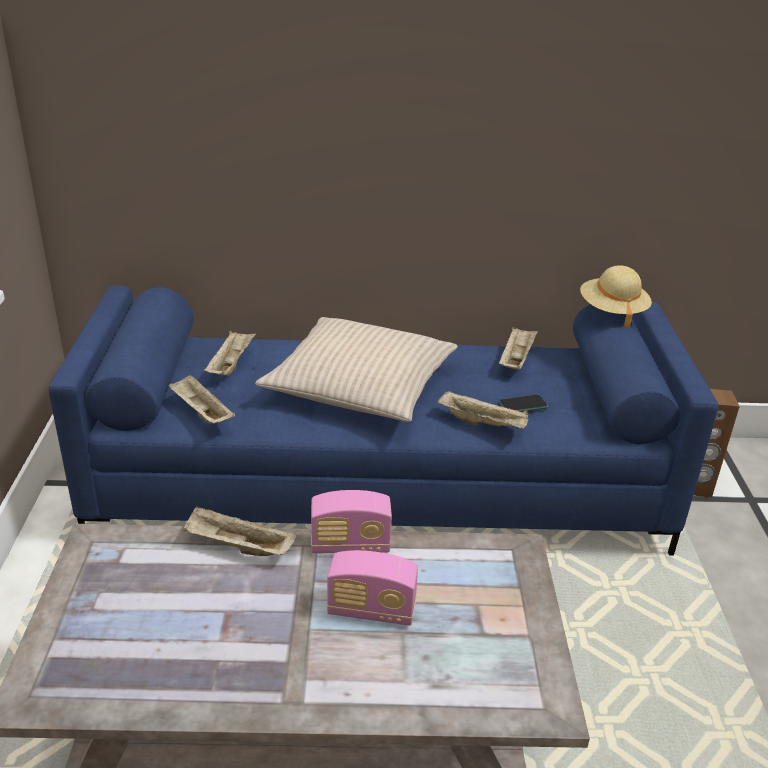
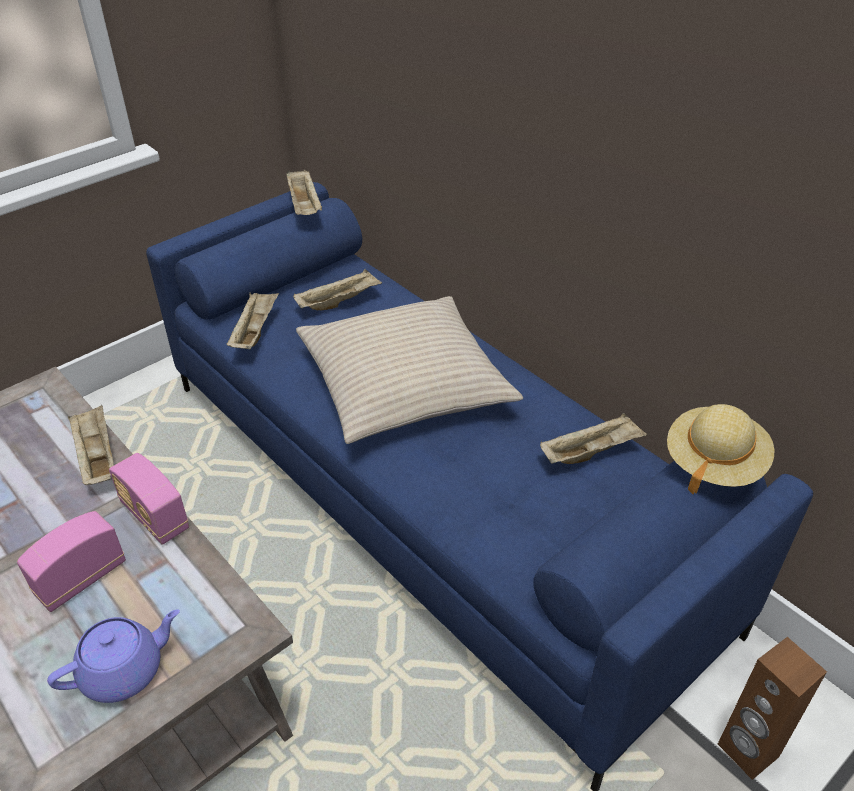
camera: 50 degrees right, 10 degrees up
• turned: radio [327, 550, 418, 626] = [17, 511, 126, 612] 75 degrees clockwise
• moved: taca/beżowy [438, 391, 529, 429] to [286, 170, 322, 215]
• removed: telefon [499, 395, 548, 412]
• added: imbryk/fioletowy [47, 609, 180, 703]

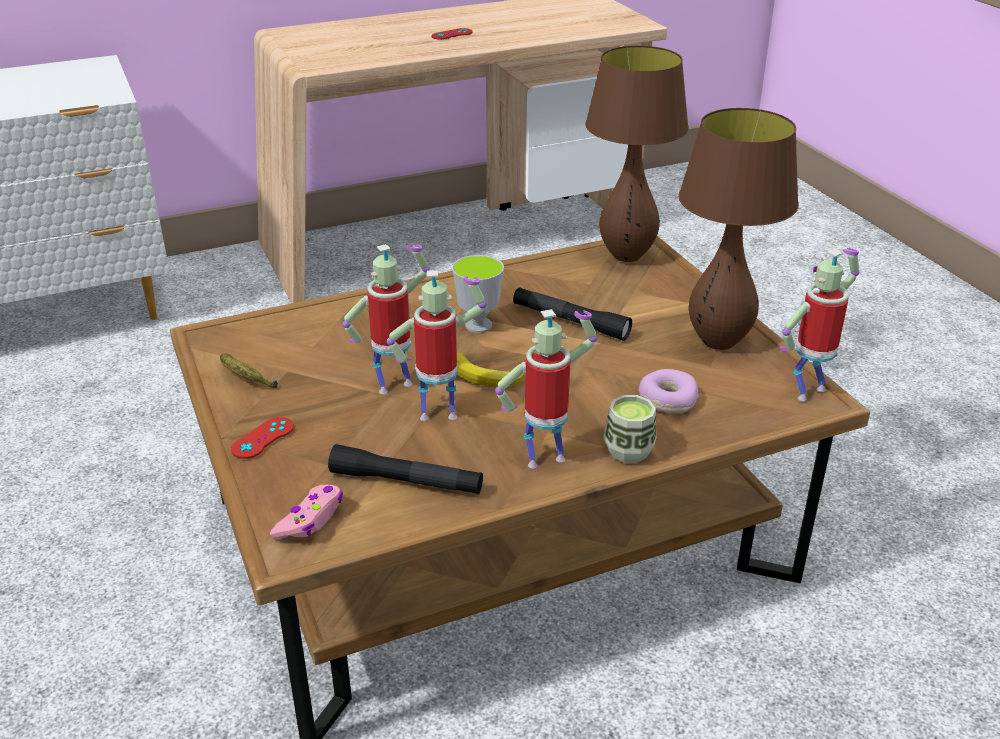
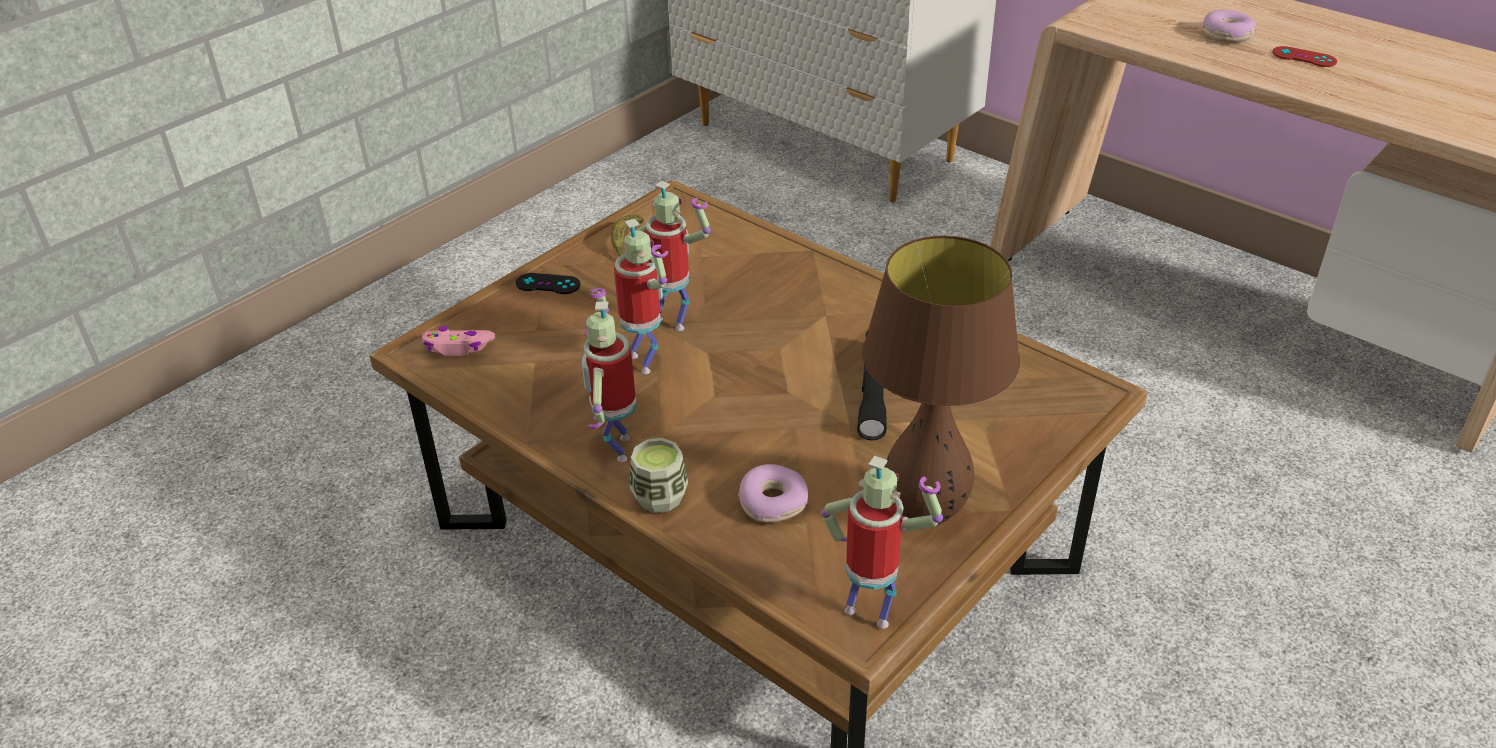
camera: 65 degrees right, 5 degrees up
• recoloured: pad do gier/czerwony [231, 417, 294, 459] to pad do gier/czarny [516, 273, 581, 294]
• removed: latarka/czarny [328, 444, 483, 494]
• removed: filiżanka [452, 255, 504, 333]
• removed: banan [457, 353, 524, 387]
• turned: robot zabawkowy [495, 309, 597, 468] = [582, 288, 636, 462] 135 degrees counterclockwise
• removed: lampa stołowa/brązowy [585, 45, 689, 262]
• added: donut [1203, 10, 1256, 43]

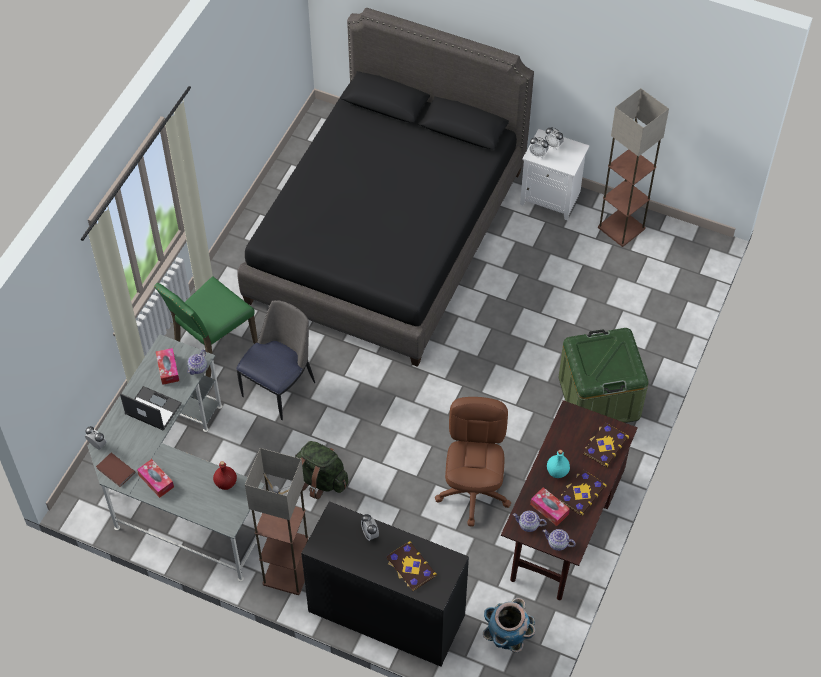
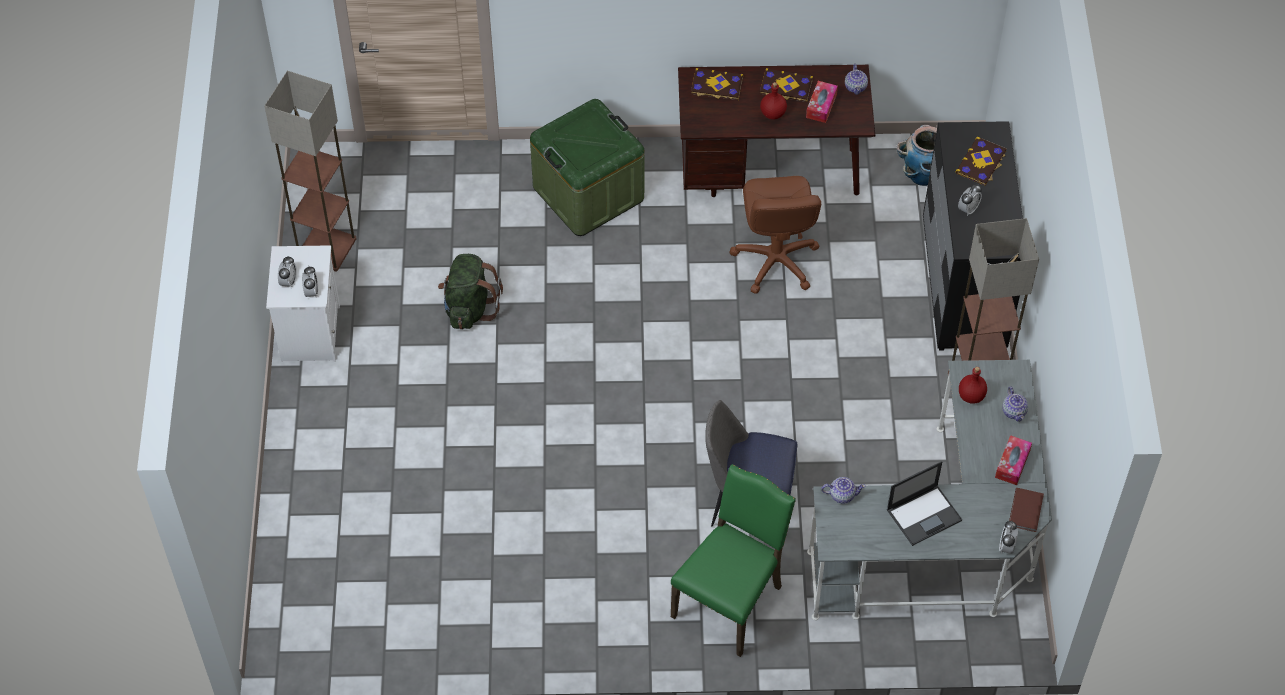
camera: 115 degrees left, 0 degrees up
• turned: laptop [120, 386, 182, 431] = [887, 461, 963, 546] 120 degrees counterclockwise
• turned: krzesło/zielony [154, 277, 258, 377] = [671, 464, 796, 657] 75 degrees counterclockwise
• removed: pudełko chusteczek [156, 348, 179, 385]
• removed: łóżko/czarny [237, 8, 534, 367]
• moved: plecak/zielony [295, 441, 349, 499] to [438, 254, 503, 329]
• turned: krzesło biurowe/brązowy [435, 397, 511, 527] = [729, 176, 821, 294] 75 degrees counterclockwise
• moved: imbryk [513, 511, 547, 532] to [1002, 387, 1028, 422]
• recoloured: butelka/turkusowy [547, 450, 570, 478] to butelka/czerwony [760, 82, 787, 120]

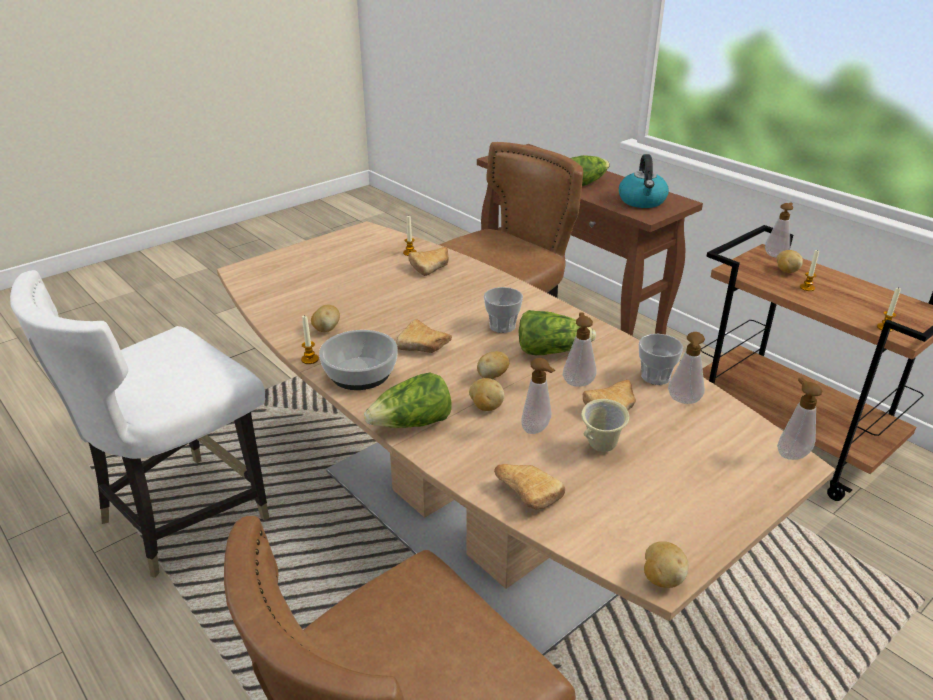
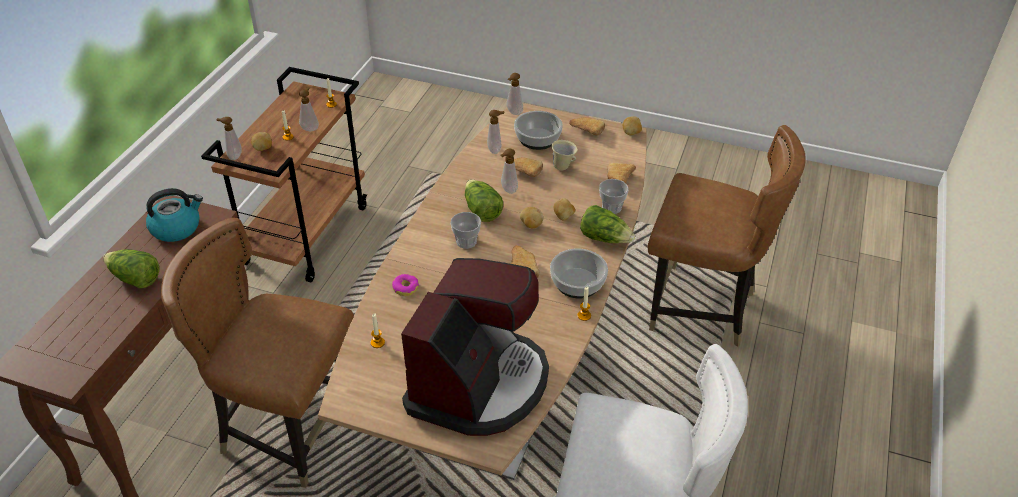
camera: 120 degrees left, 10 degrees up
• removed: ziemniak [311, 305, 340, 332]
• moved: chleb [408, 247, 449, 276] to [569, 117, 605, 135]
• moved: dozownik mydła [521, 358, 555, 434] to [299, 87, 319, 131]
• moved: filiżanka [639, 334, 683, 385] to [599, 179, 629, 214]
• added: donut [392, 274, 419, 296]
• added: ekspres do kawy [401, 258, 549, 436]
• added: miska [514, 111, 563, 150]

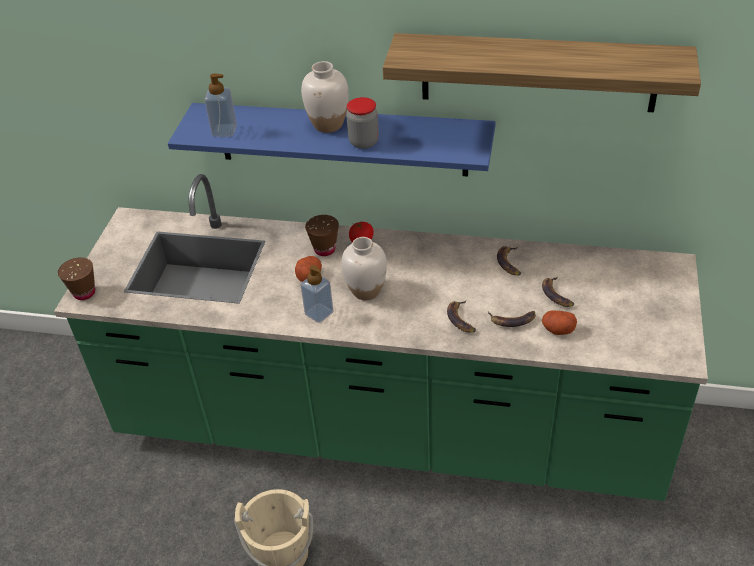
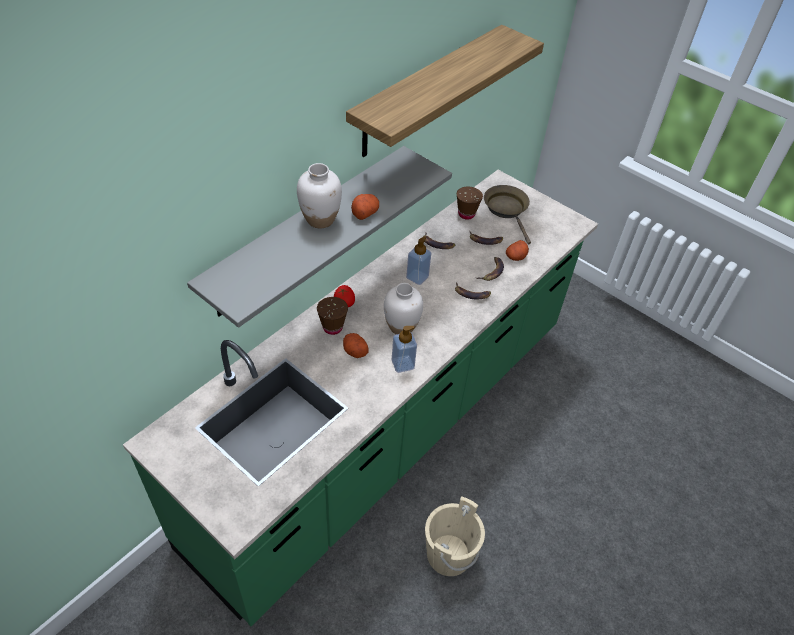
camera: 65 degrees left, 5 degrees up
• moved: filiżanka/brązowy [58, 257, 95, 300] to [457, 187, 483, 220]
• recoloured: półka/niebieski [168, 103, 496, 176] to półka/szary [187, 146, 452, 328]
• moved: dozownik mydła [204, 73, 237, 137] to [406, 236, 431, 285]
• replaced: słoik [346, 97, 379, 149] to ziemniak [351, 194, 379, 220]
• added: patelnia/brązowy [484, 185, 531, 244]

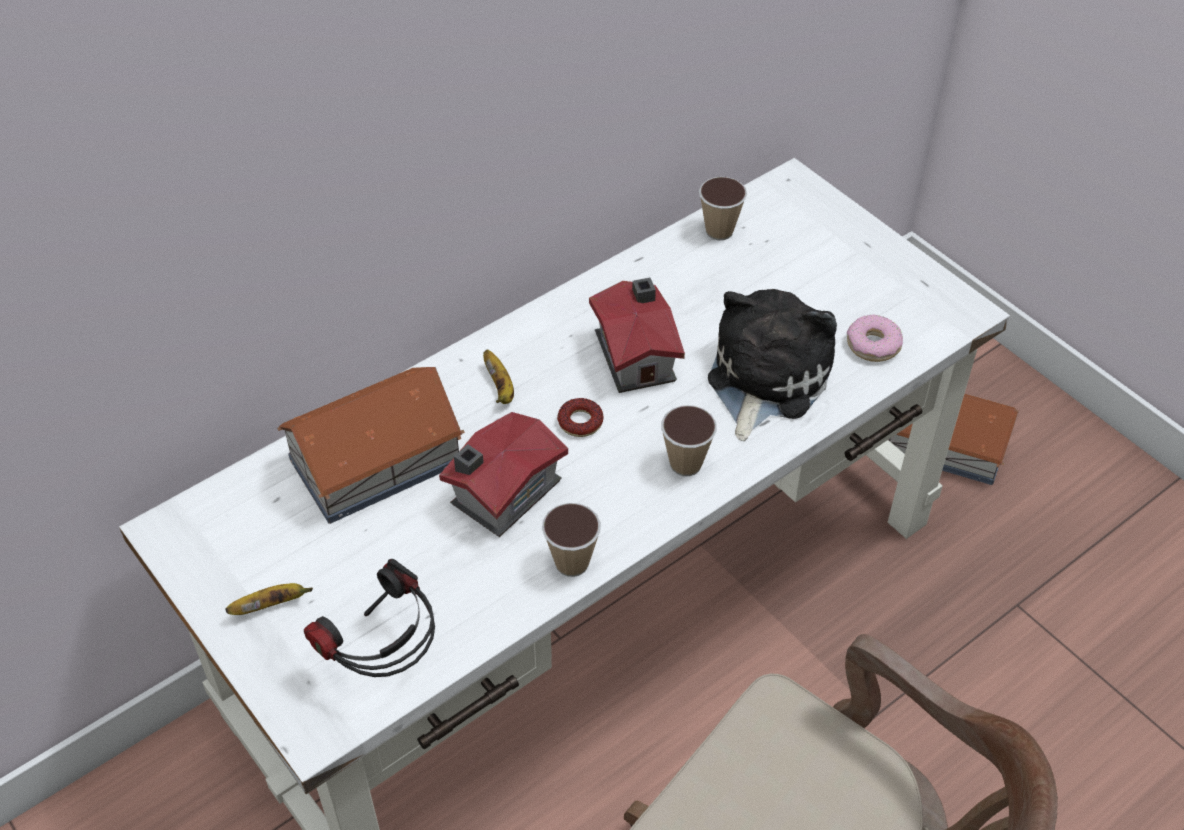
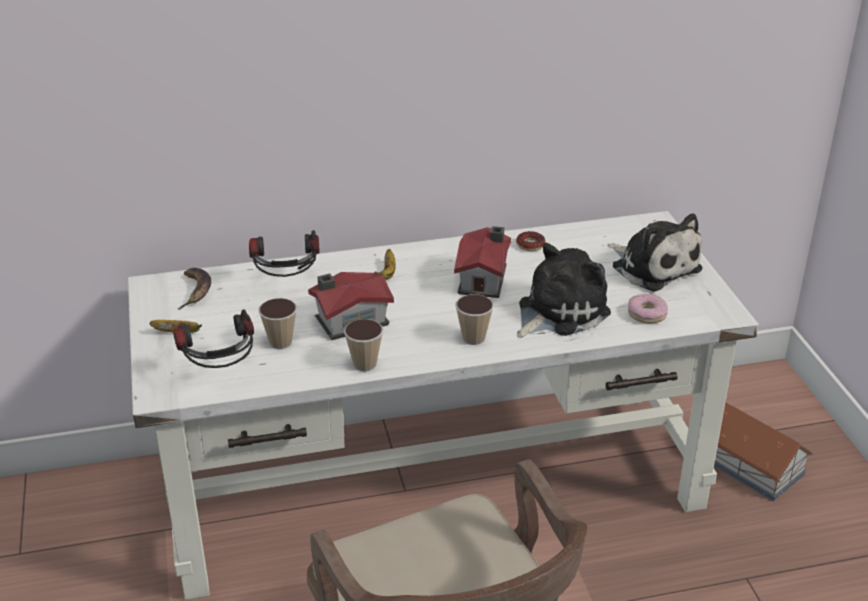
camera: 25 degrees right, 15 degrees down
• replaced: domek [277, 367, 465, 524] to słuchawki [249, 230, 320, 277]
• moved: donut [557, 398, 604, 437] to [516, 231, 545, 251]
• moved: filiżanka [699, 177, 747, 240] to [258, 298, 297, 349]
• added: banan [178, 268, 211, 309]
• added: pluszak [607, 213, 702, 292]

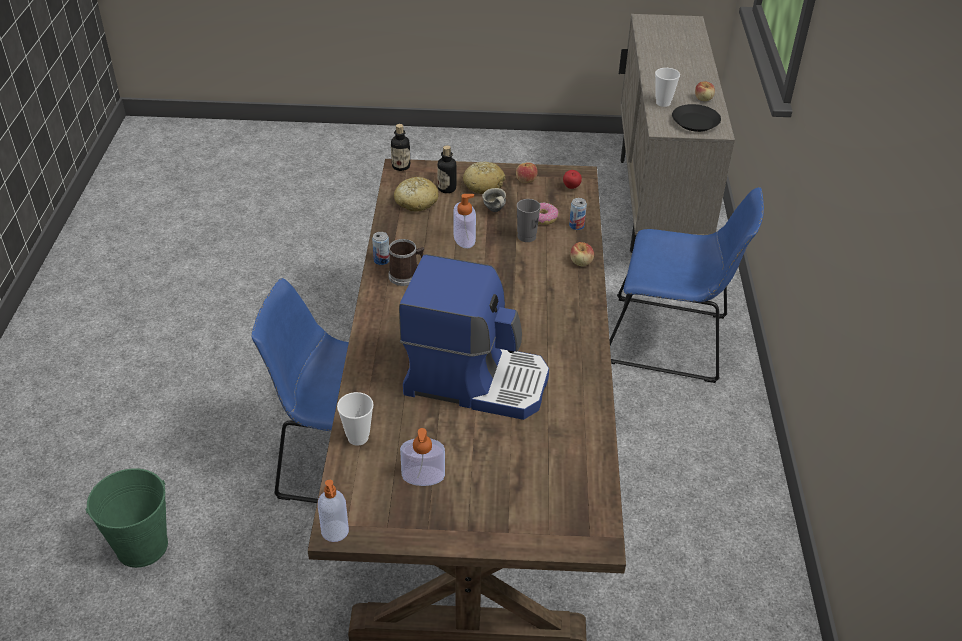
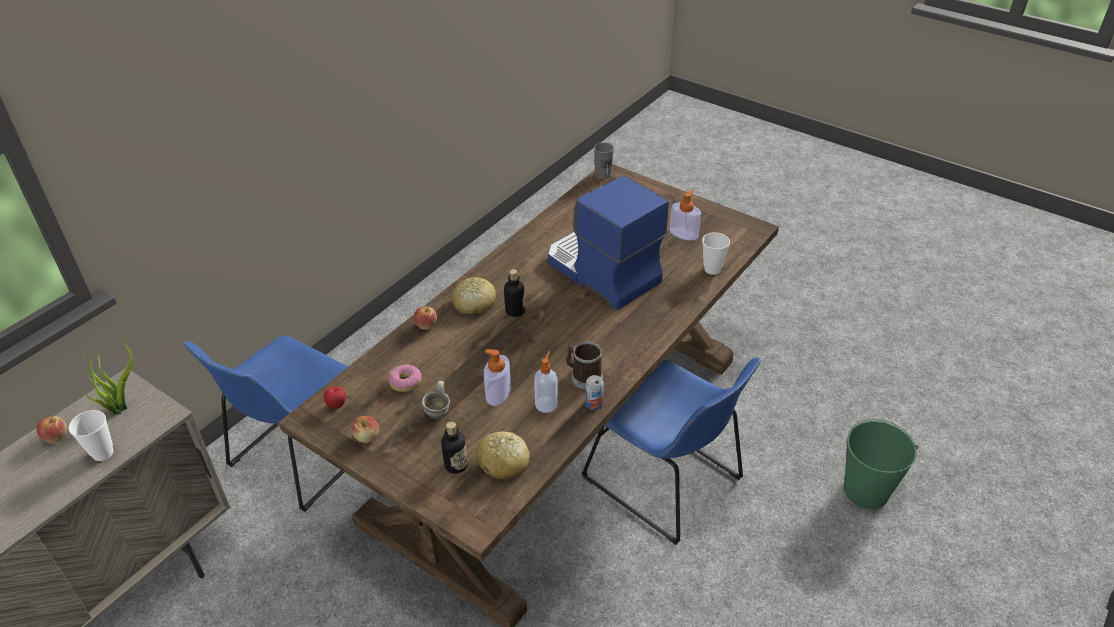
camera: 145 degrees left, 0 degrees up
• moved: dozownik mydła [318, 480, 349, 542] to [534, 351, 558, 413]
• moved: butelka [391, 124, 410, 171] to [504, 269, 525, 317]
• moved: chleb [463, 162, 505, 194] to [452, 277, 496, 314]
• moved: filiżanka/szary [517, 199, 541, 242] to [594, 142, 614, 179]
• removed: puszka [569, 198, 587, 230]
• turned: krzesło/niebieski [610, 187, 764, 383] = [183, 336, 348, 512] 105 degrees counterclockwise
• replaced: talerz/czarny [672, 104, 721, 132] to roślina doniczkowa [81, 331, 133, 415]

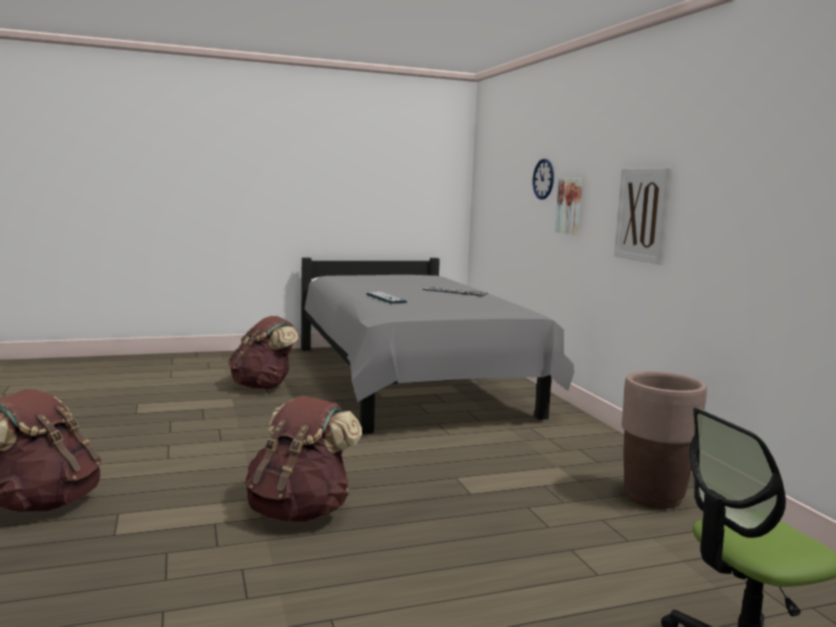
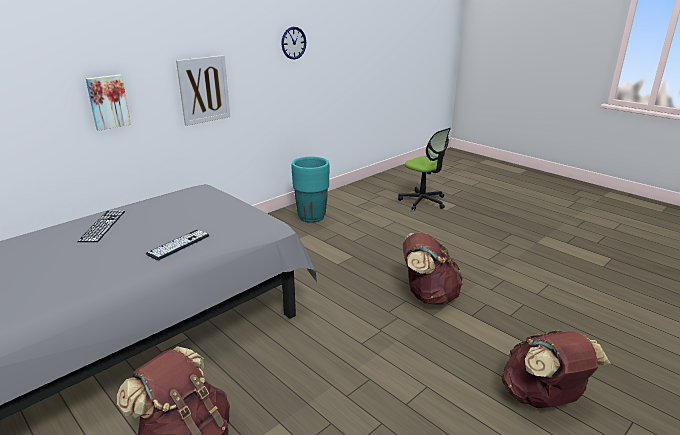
camera: 115 degrees left, 15 degrees up
• moved: zegar ścienny [533, 159, 554, 200] to [281, 27, 306, 59]
• recoloured: donica/brązowy [622, 371, 707, 509] to donica/turkusowy [292, 157, 330, 223]

